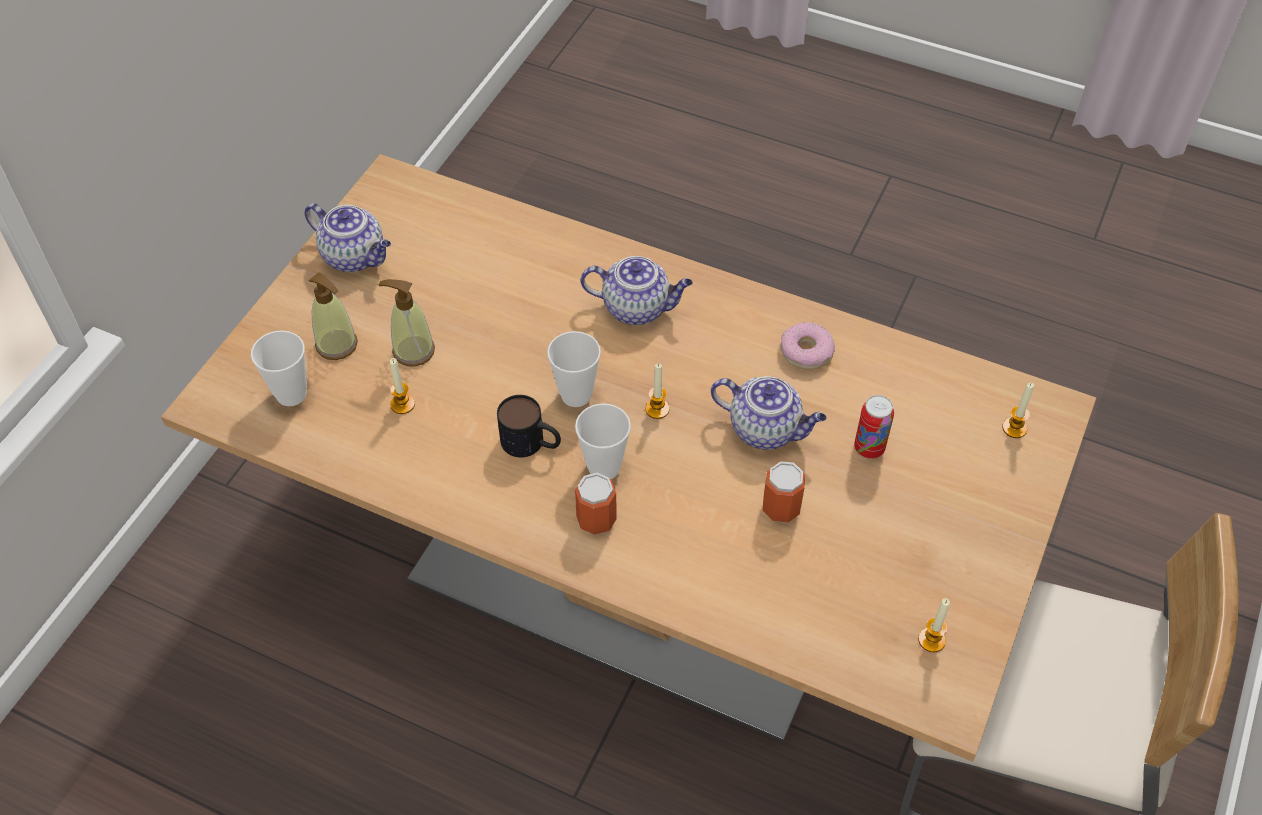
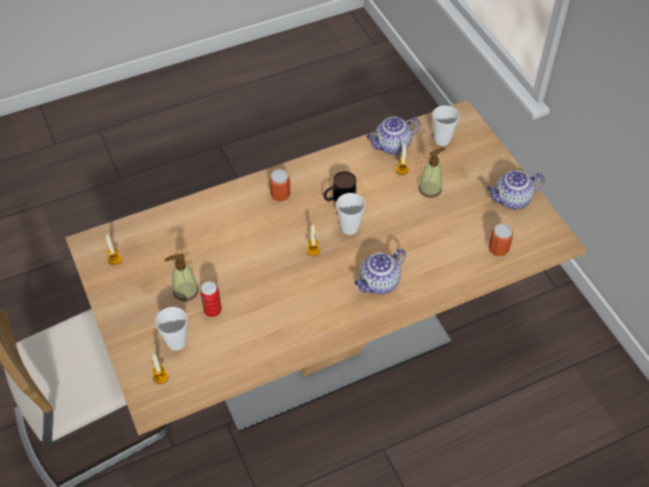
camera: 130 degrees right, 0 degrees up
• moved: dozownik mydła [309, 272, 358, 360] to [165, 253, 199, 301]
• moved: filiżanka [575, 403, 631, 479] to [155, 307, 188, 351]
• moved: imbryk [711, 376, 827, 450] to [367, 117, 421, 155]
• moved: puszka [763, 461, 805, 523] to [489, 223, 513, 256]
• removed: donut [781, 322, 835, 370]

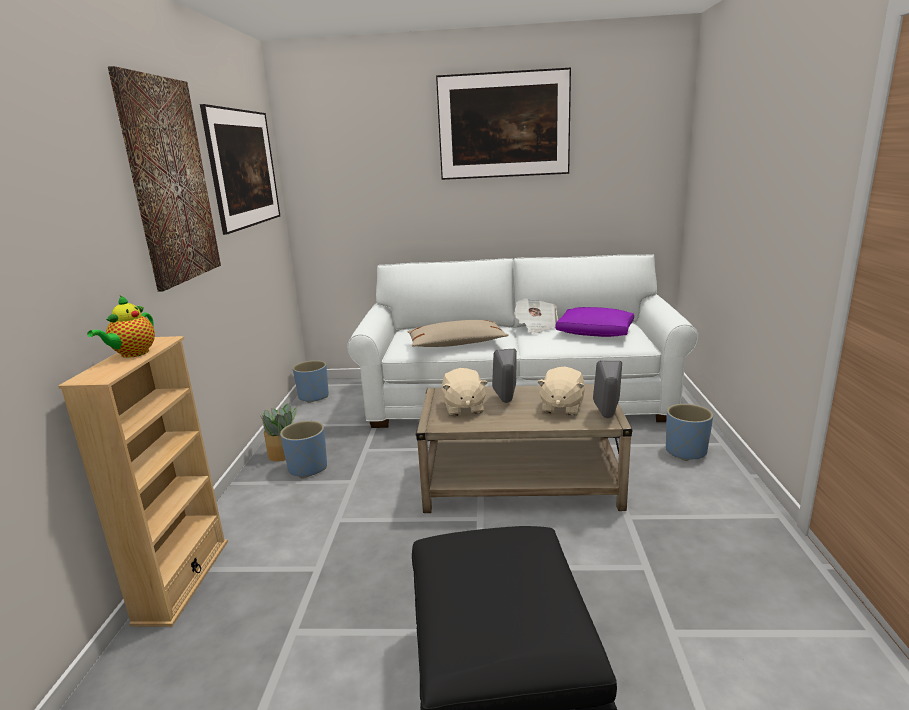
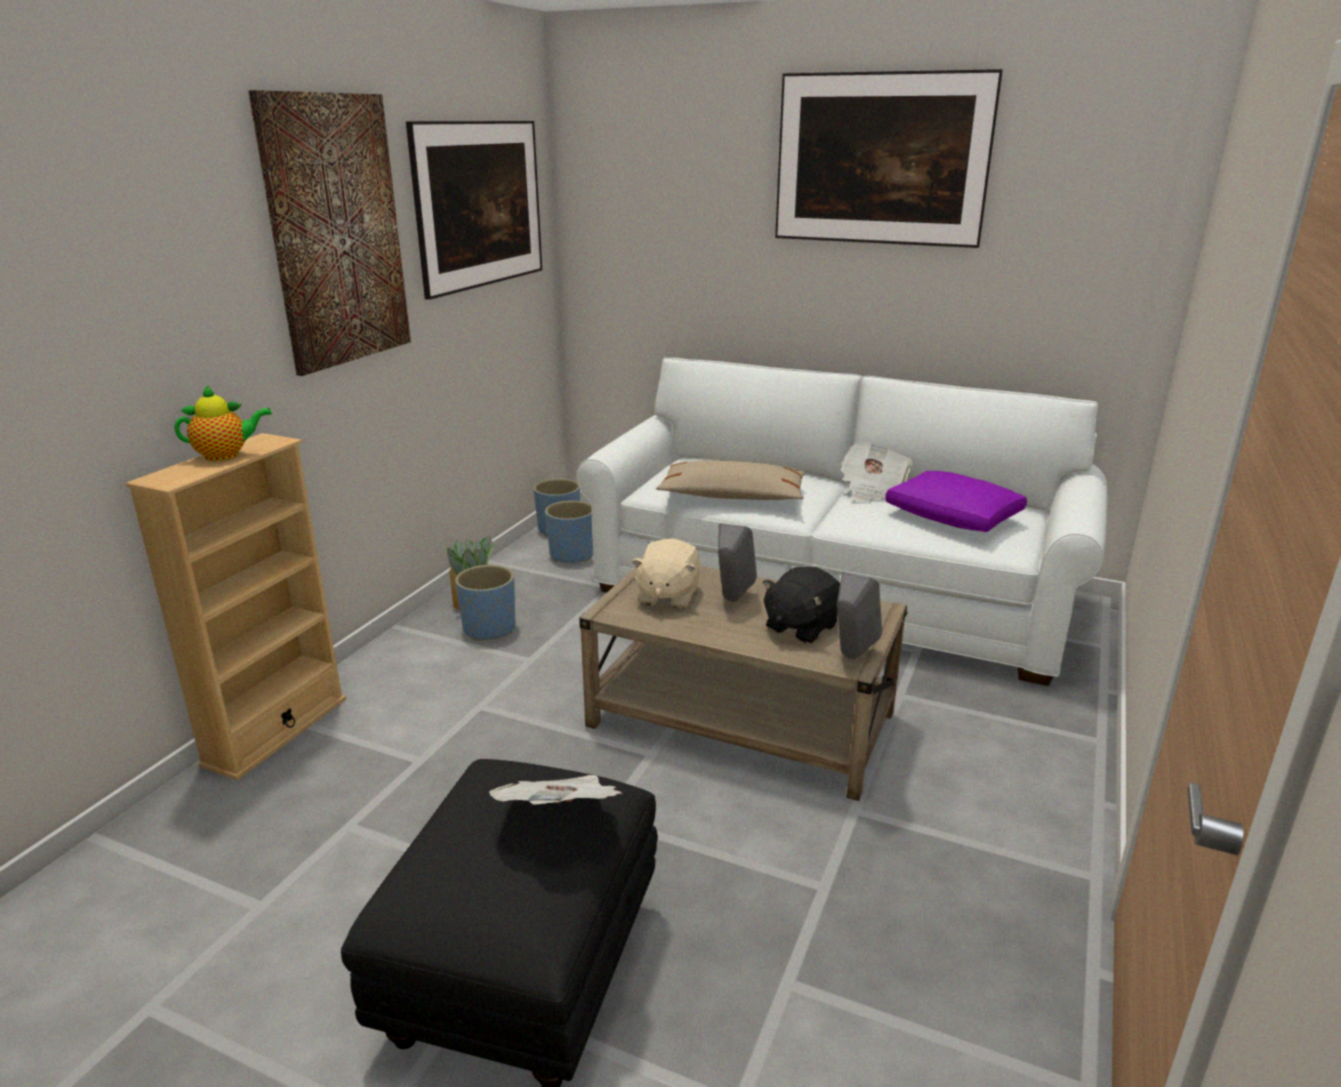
camera: 20 degrees right, 5 degrees up
• turned: imbryk [87, 295, 155, 358] = [174, 385, 272, 461] 150 degrees counterclockwise
• recoloured: pluszak/beżowy [537, 367, 585, 416] to pluszak/czarny [762, 566, 840, 643]
• moved: donica/niebieski [666, 404, 713, 461] to [545, 500, 593, 562]
• added: gazeta [489, 775, 623, 805]

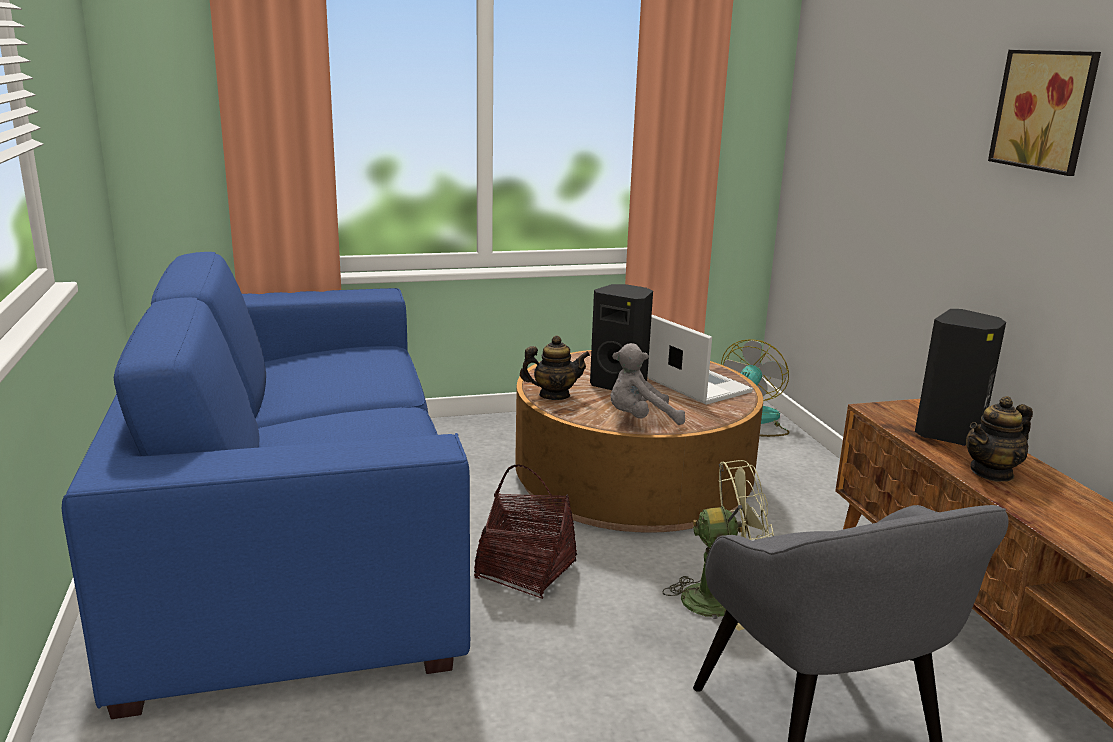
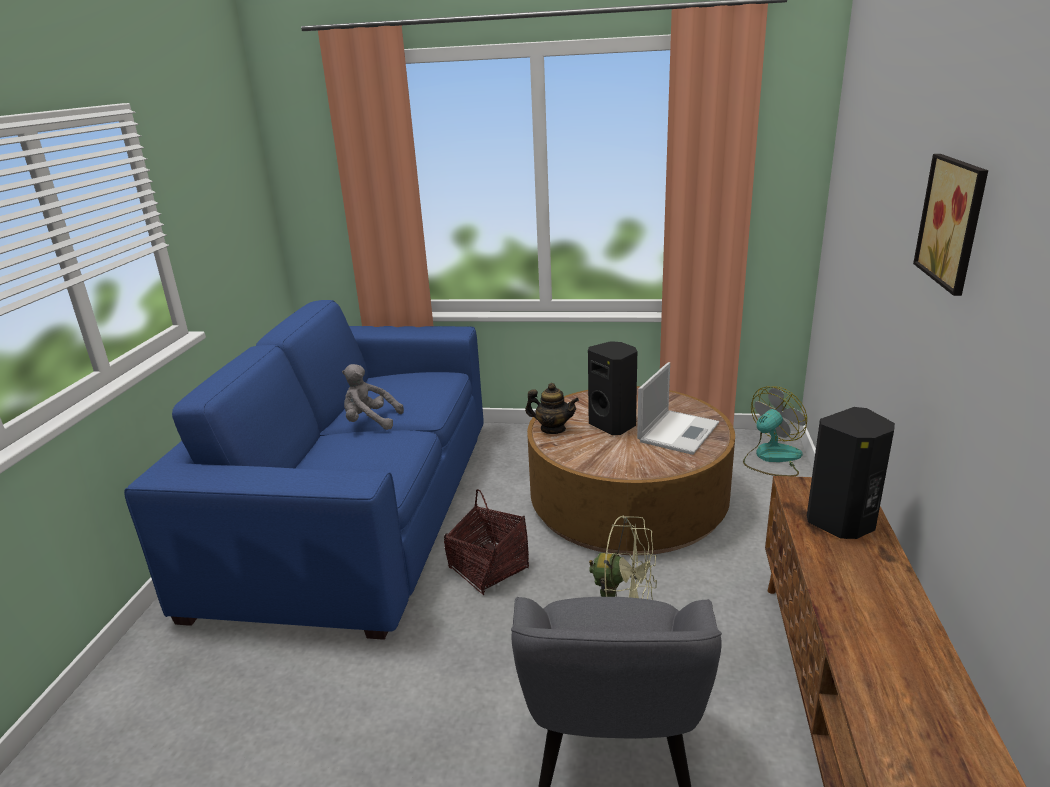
camera: 25 degrees right, 5 degrees up
• moved: pluszak/szary [610, 343, 685, 425] to [342, 364, 404, 430]
• turned: laptop [647, 315, 753, 405] = [637, 362, 719, 455] 45 degrees clockwise
• removed: imbryk [966, 396, 1033, 482]

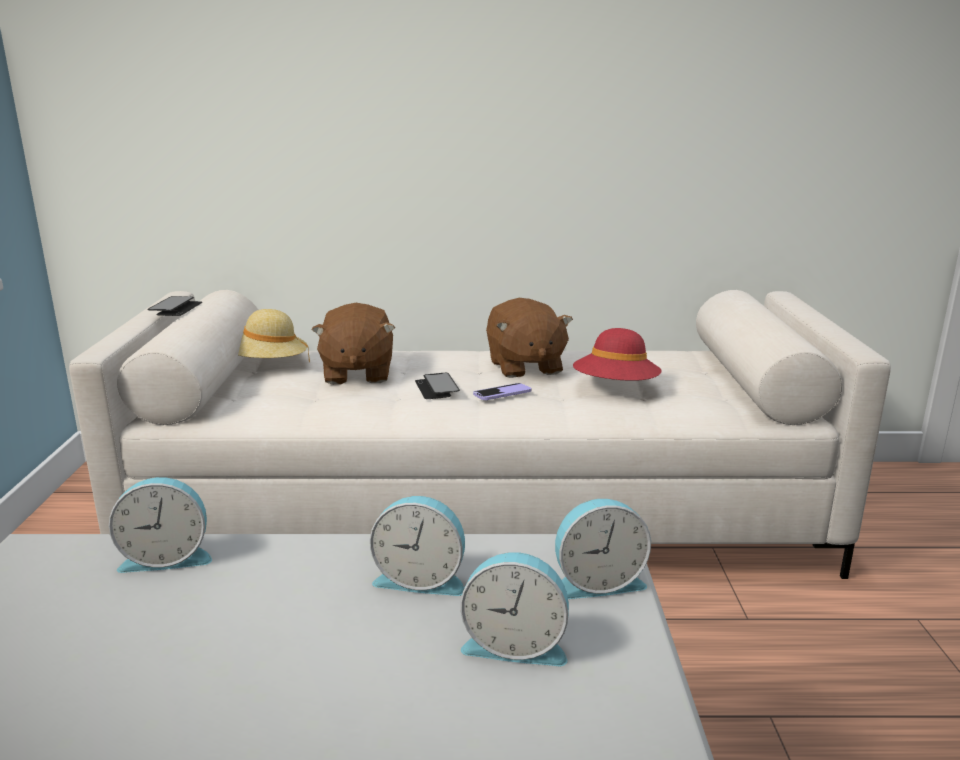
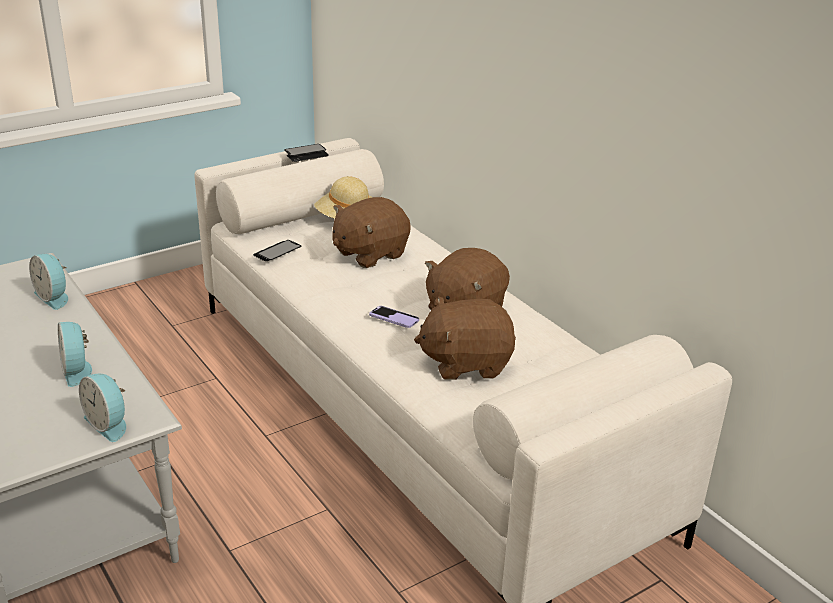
camera: 55 degrees right, 10 degrees up
• moved: telefon [415, 373, 460, 399] to [253, 240, 301, 261]
• removed: budzik [460, 552, 569, 666]
• replaced: kapelusz/czerwony [573, 328, 661, 381] to pluszak/brązowy [414, 296, 516, 380]

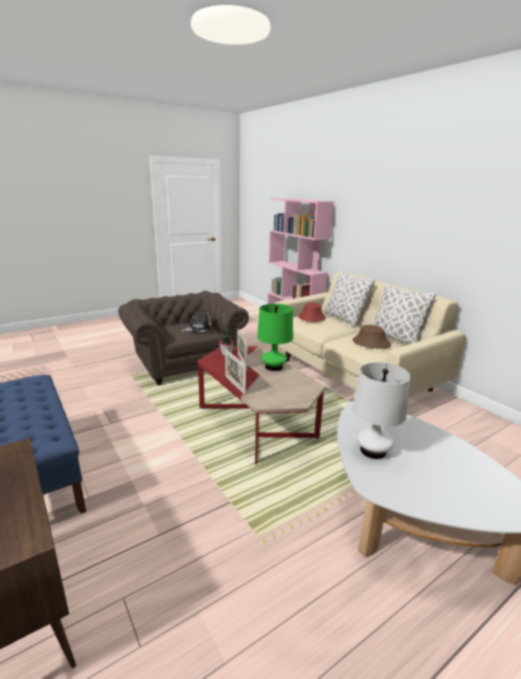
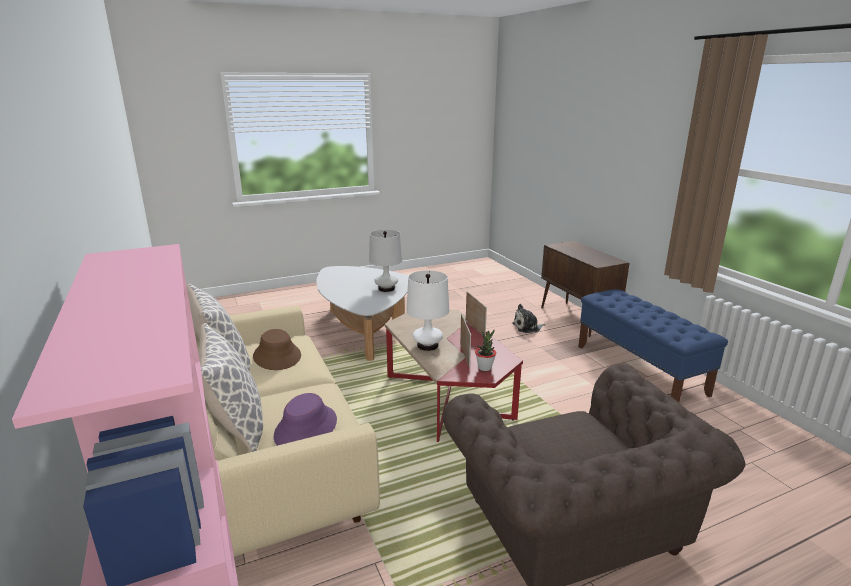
camera: 170 degrees left, 0 degrees up
• moved: pluszak [181, 309, 212, 332] to [512, 304, 546, 333]
• recoloured: lampa stołowa/zielony [257, 304, 293, 371] to lampa stołowa/biały [407, 270, 449, 351]
• recoloured: kapelusz/czerwony [298, 303, 325, 322] to kapelusz/fioletowy [274, 393, 337, 446]

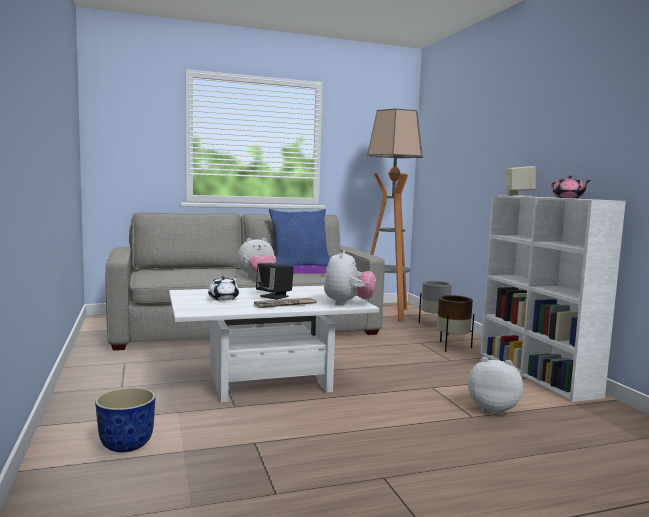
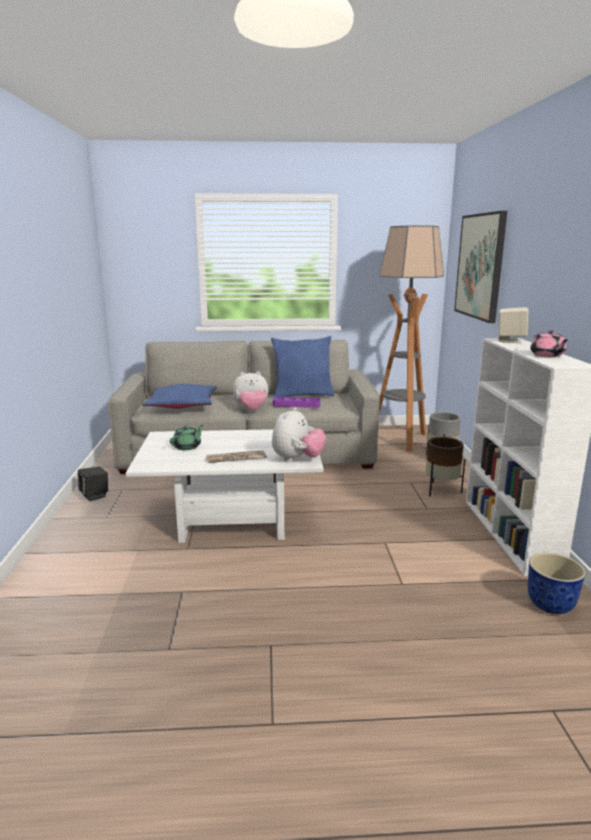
camera: 15 degrees right, 10 degrees up
• moved: donica [95, 387, 156, 452] to [528, 553, 586, 614]
• recoloured: imbryk/biały [208, 275, 239, 301] to imbryk/zielony [170, 425, 203, 450]
• moved: głośnik/czarny [256, 263, 294, 300] to [78, 467, 108, 501]
• removed: pluszak [468, 357, 523, 415]
• added: poduszka/niebieski [143, 384, 217, 409]
• added: obraz [454, 211, 507, 323]

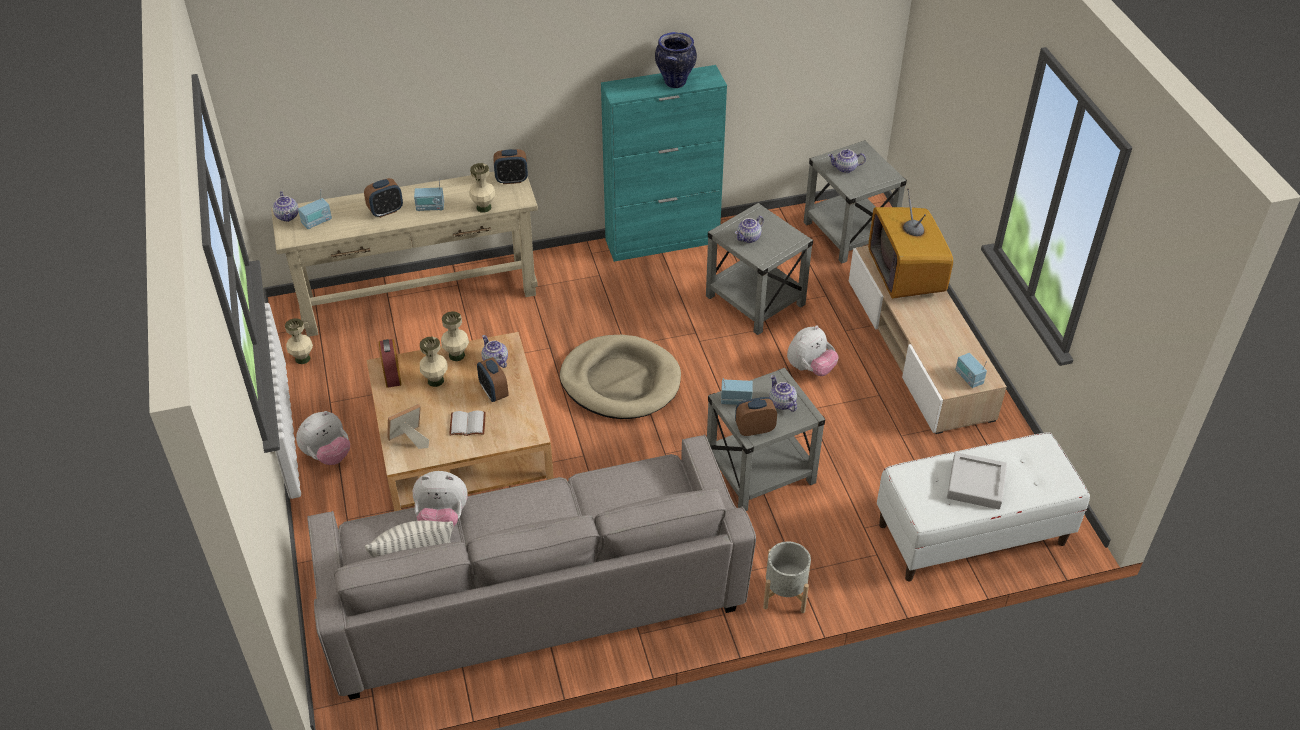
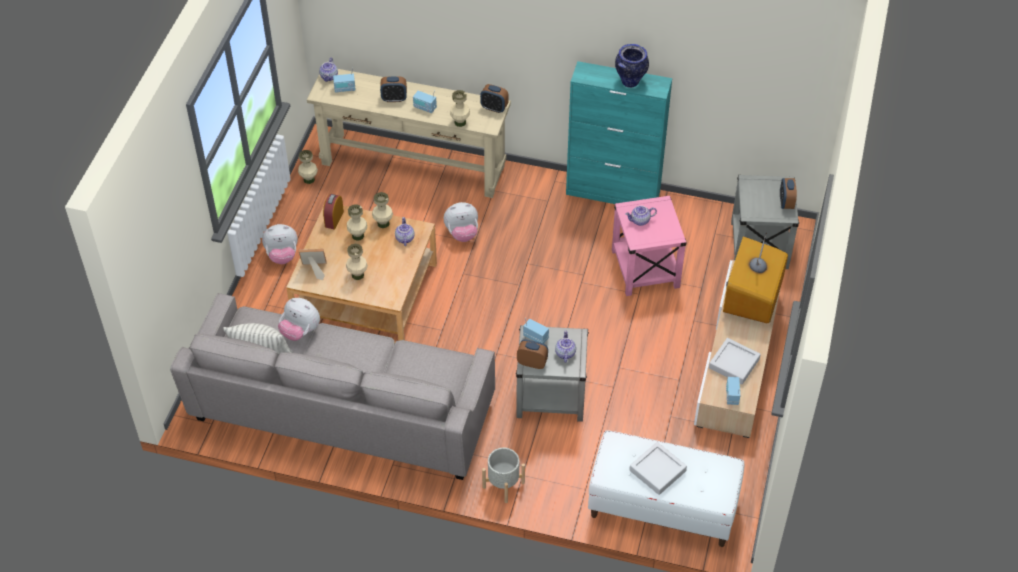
camera: 30 degrees right, 5 degrees up
• replaced: książka/biały [449, 411, 486, 436] to wazon/beżowy [346, 244, 368, 280]
• moved: budzik [477, 357, 509, 402] to [780, 178, 797, 209]
• removed: legowisko/beżowy [560, 335, 681, 419]
• recoloured: stolik/szary [706, 203, 813, 335] to stolik/różowy [612, 196, 687, 296]
• moved: pluszak [787, 325, 839, 376] to [443, 202, 478, 242]
• removed: imbryk [828, 149, 866, 173]
• added: taca/szary [709, 338, 761, 384]

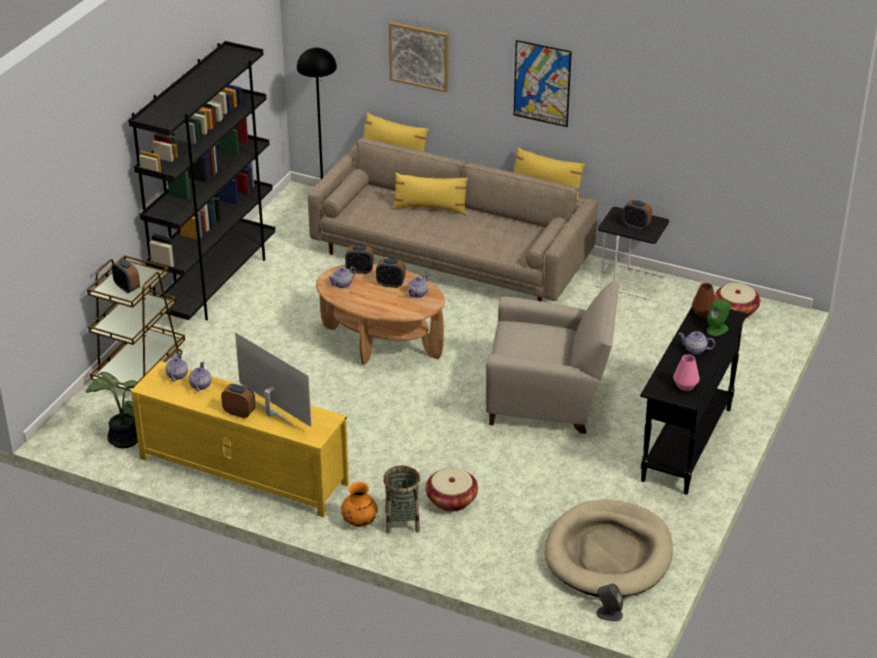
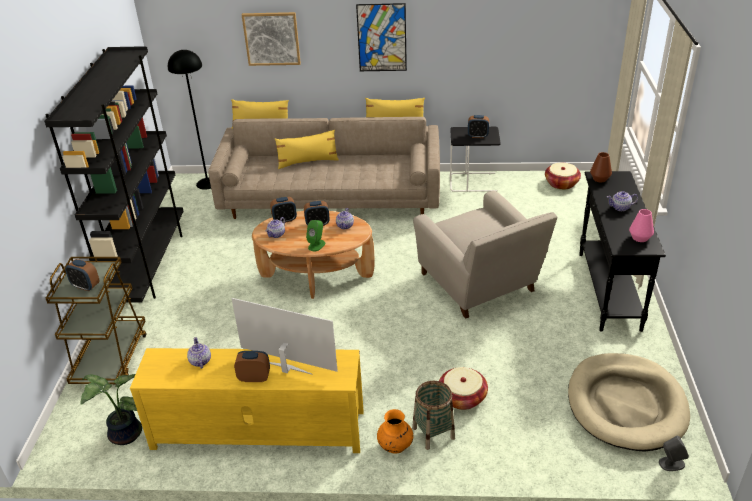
camera: 20 degrees left, 0 degrees up
• removed: imbryk [165, 352, 188, 381]
• turned: fotel/beżowy [486, 281, 619, 434] = [413, 190, 557, 318] 75 degrees clockwise
• moved: głośnik/zielony [707, 299, 731, 336] to [306, 220, 325, 252]

